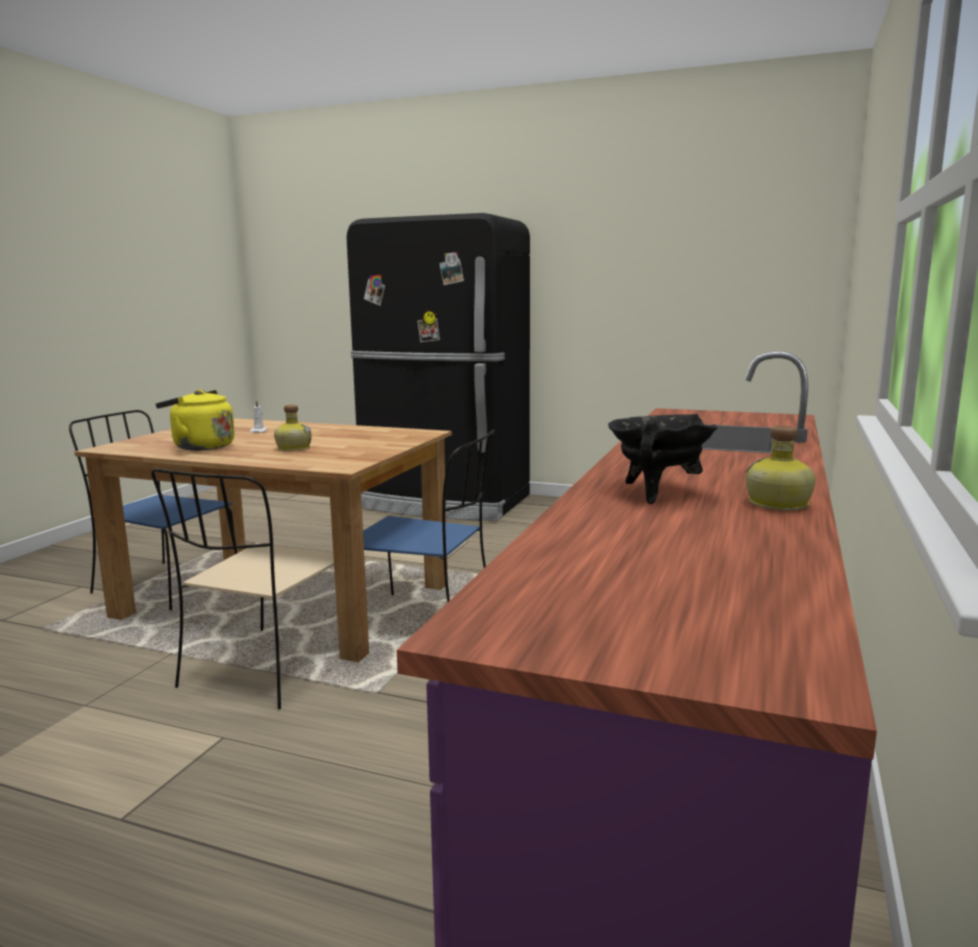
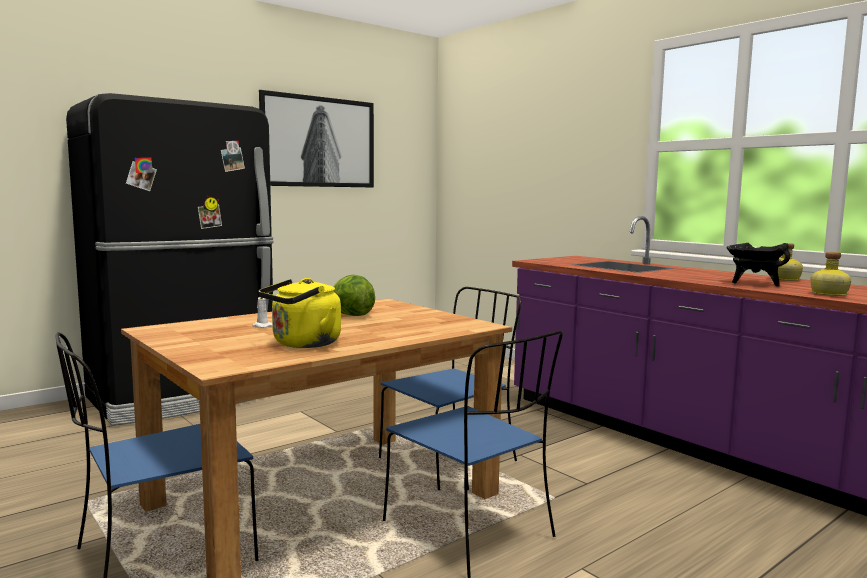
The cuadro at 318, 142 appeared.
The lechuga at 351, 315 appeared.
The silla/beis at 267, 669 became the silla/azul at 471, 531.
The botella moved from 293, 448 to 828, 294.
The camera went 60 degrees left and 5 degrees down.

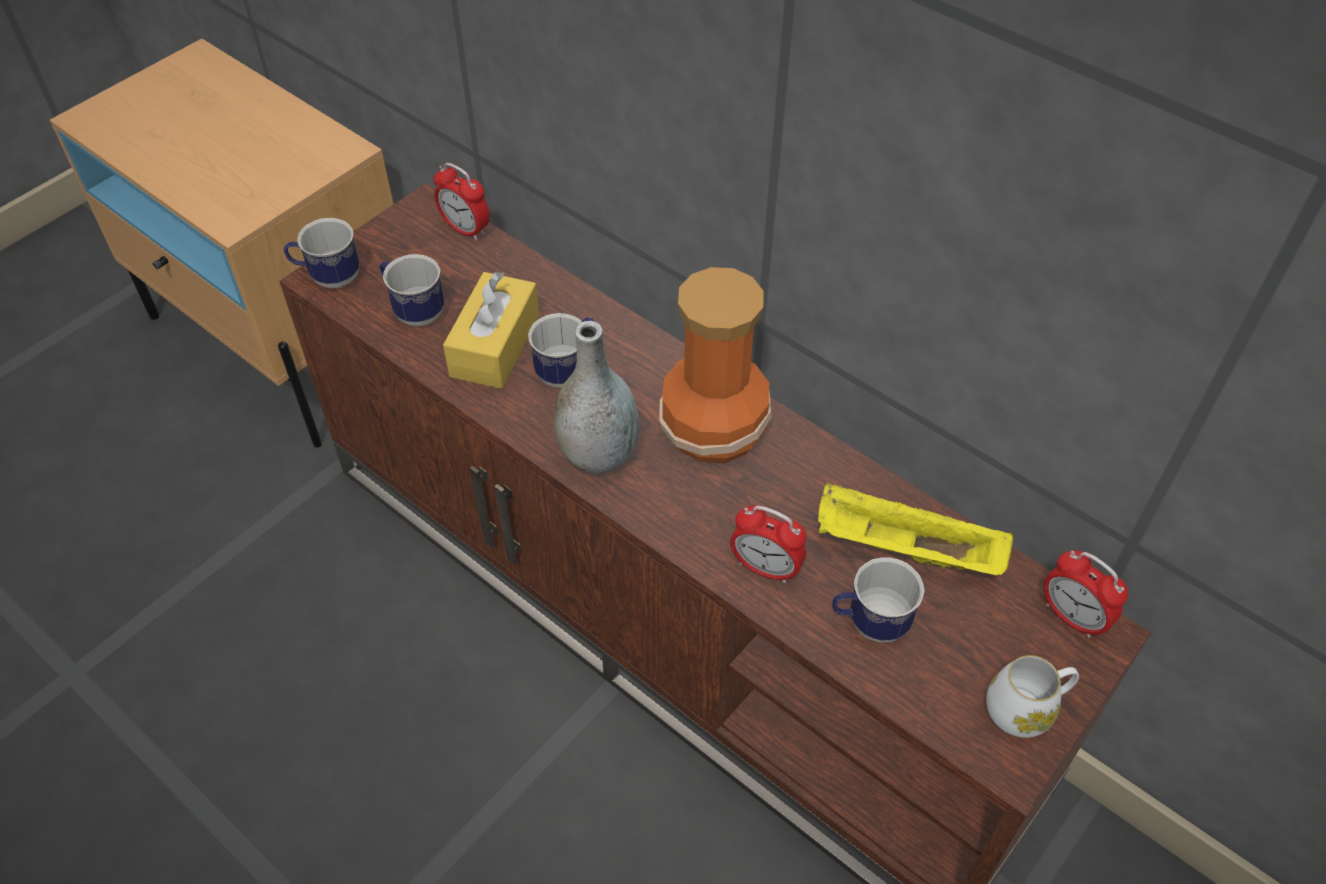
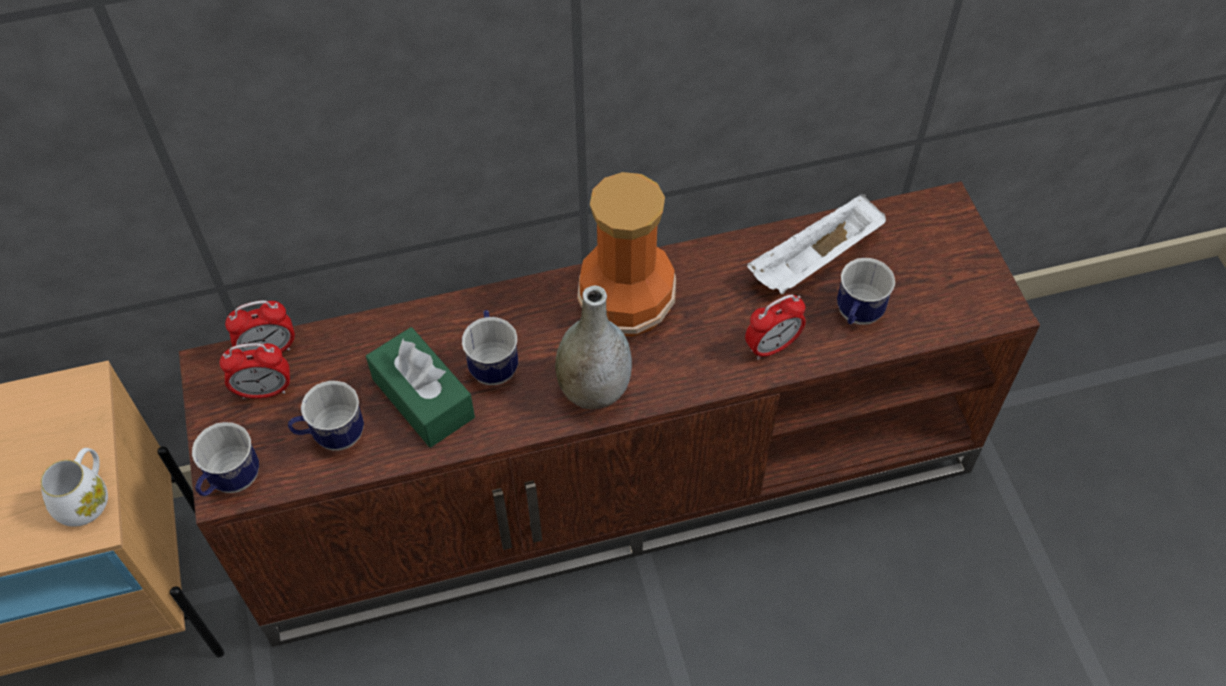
The taza grande/blanco moved from 1026, 709 to 87, 498.
The despertador moved from 1072, 617 to 264, 391.
The caja de pañuelos/amarillo at 495, 345 became the caja de pañuelos/verde at 423, 398.
The bandeja/amarillo at 904, 550 became the bandeja/blanco at 814, 262.
The camera went 55 degrees left and 5 degrees up.

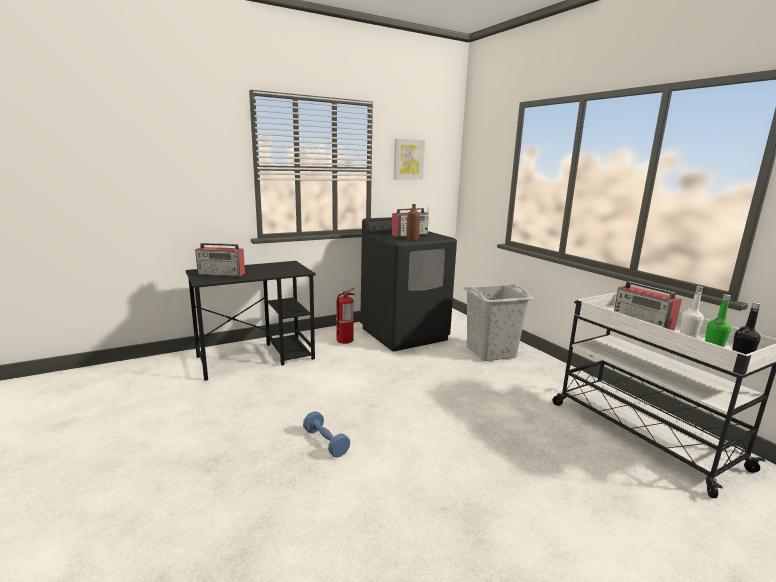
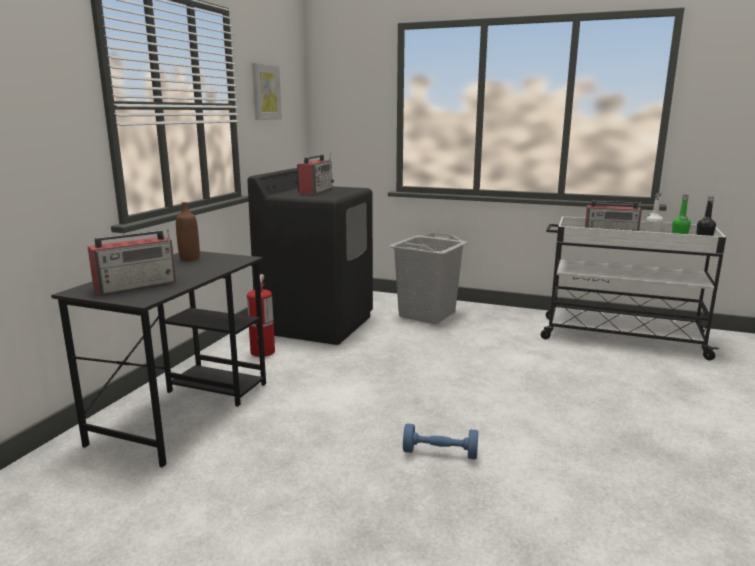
The botella/marrón moved from 412, 239 to 189, 258.
The camera went 40 degrees left and 0 degrees up.

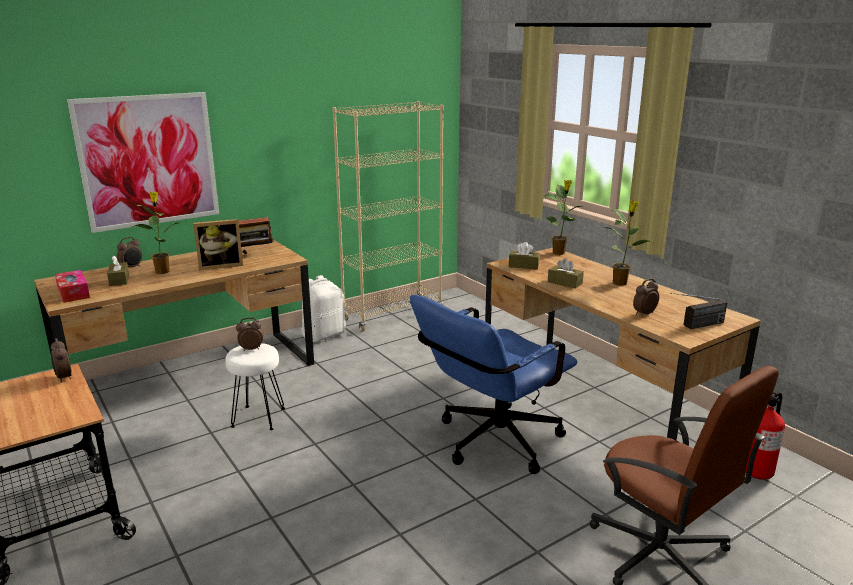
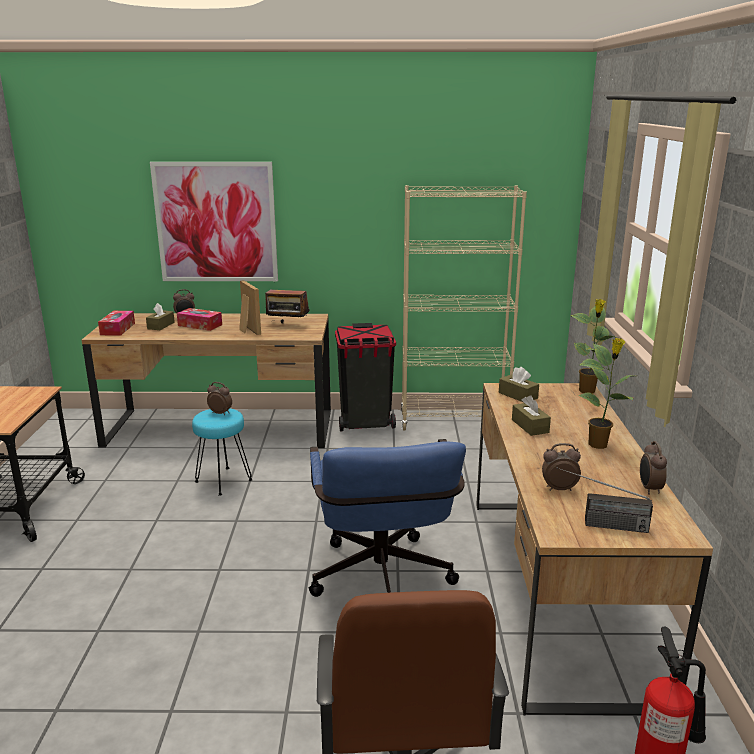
The planta en maceta at 163, 271 was replaced by the caja de pañuelos at 200, 325.
The taburete/blanco at 258, 418 became the taburete/turquesa at 223, 481.
The portarretratos at 220, 265 turned 135 degrees counterclockwise.
The silla de oficina/azul at 491, 443 turned 90 degrees counterclockwise.
The mochila/blanco at 323, 335 was replaced by the papelera/negro at 365, 423.
The despertador moved from 64, 378 to 649, 489.
The camera went 35 degrees right and 0 degrees up.

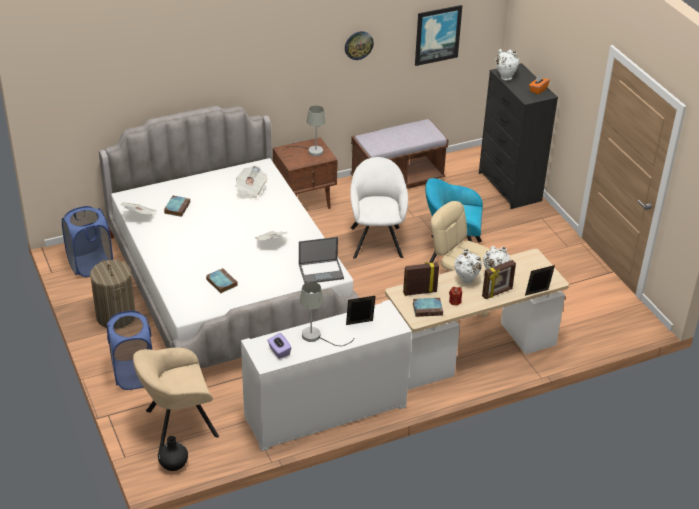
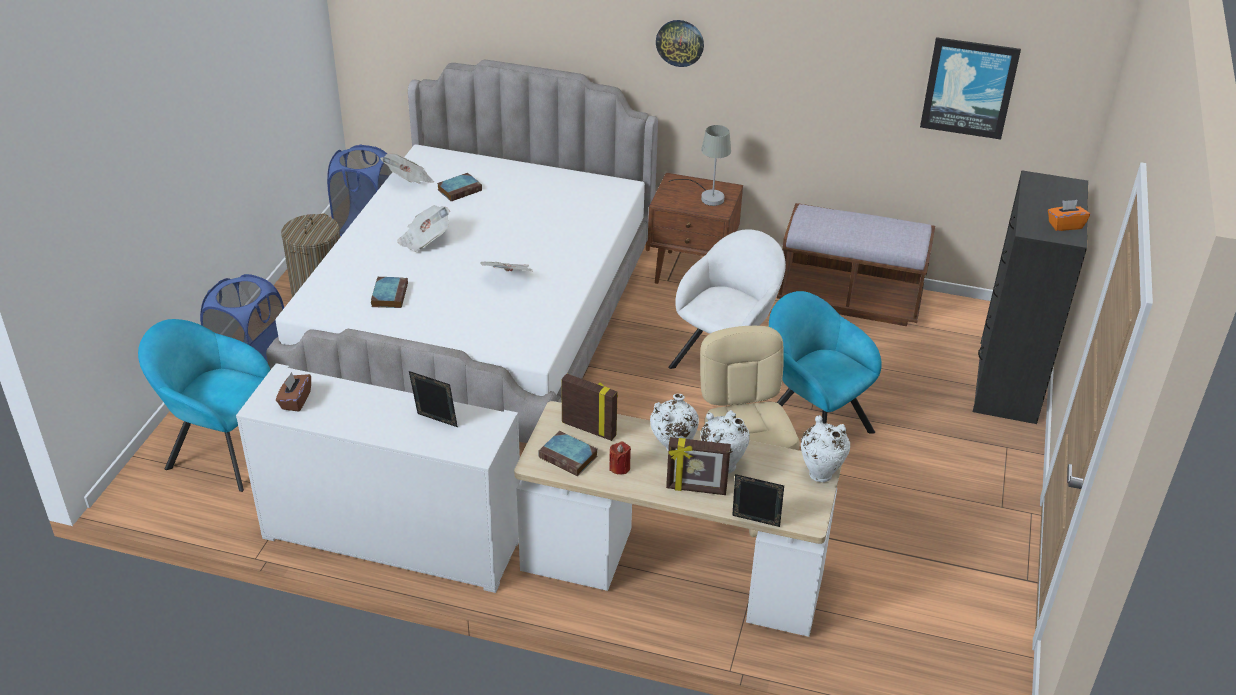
The sillón/beis at 177, 424 became the sillón/turquesa at 221, 450.
The caja de pañuelos/morado at 279, 351 became the caja de pañuelos/marrón at 295, 401.
The periódico moved from 249, 190 to 424, 240.
The reloj de pared moved from 358, 45 to 680, 42.
The florero/blanco moved from 505, 77 to 820, 473.
The florero/negro at 173, 464 disappeared.
The portátil at 321, 271 disappeared.
The lámpara de mesa/gris at 316, 337 disappeared.
The camera went 40 degrees right and 0 degrees up.

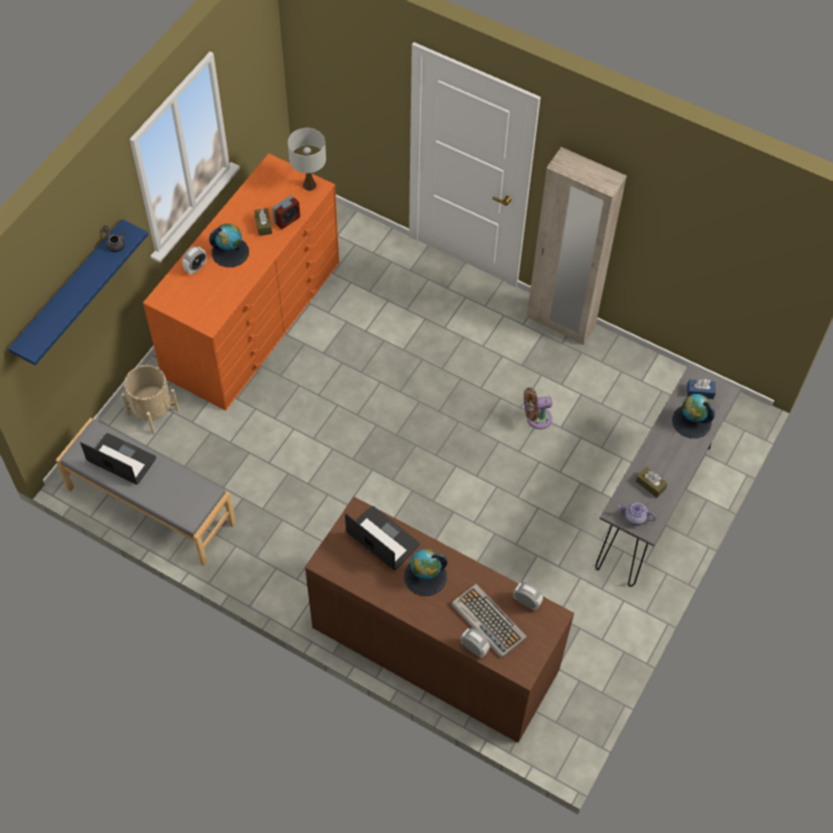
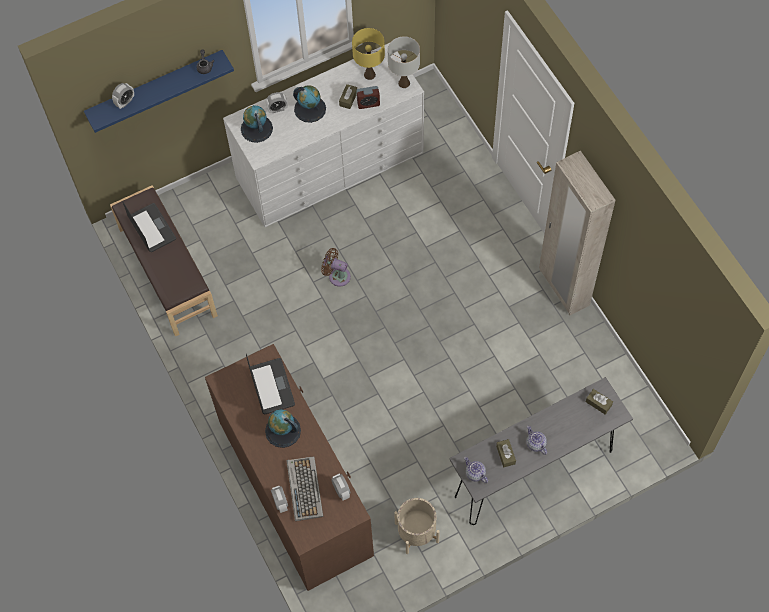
The banco/gris at 150, 507 became the banco/marrón at 166, 272.
The despertador at 125, 102 appeared.
The cómoda/naranja at 253, 318 became the cómoda/blanco at 330, 165.
The globo terráqueo moved from 691, 421 to 256, 129.
The ventilador/marrón moved from 536, 418 to 337, 276.
The lámpara de mesa/amarillo at 369, 75 appeared.
The maceta/beis moved from 153, 412 to 416, 532.
The tetera at 535, 444 appeared.
The caja de pañuelos/azul at 700, 392 became the caja de pañuelos/marrón at 598, 403.
The camera went 35 degrees right and 5 degrees up.

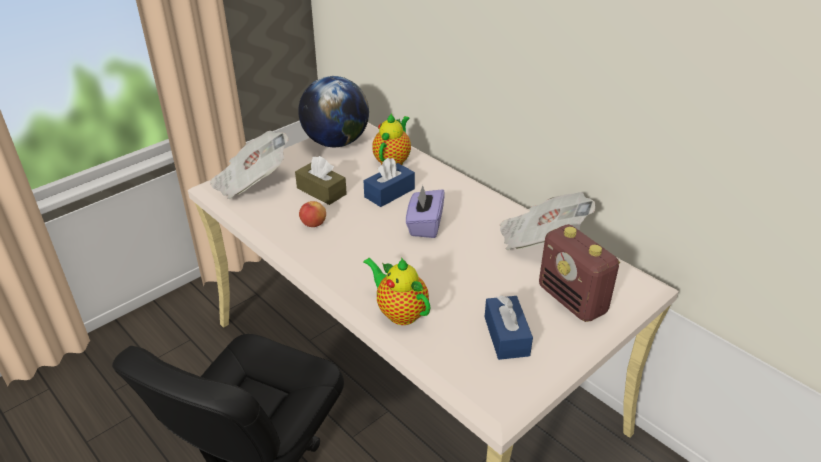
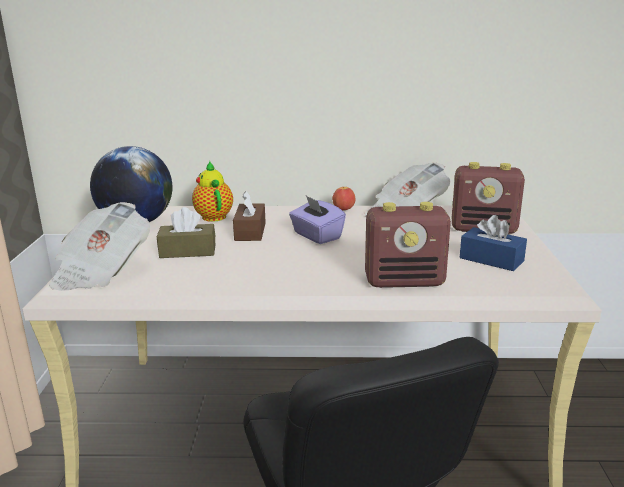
The caja de pañuelos/azul at 389, 193 became the caja de pañuelos/marrón at 250, 231.
The manzana moved from 313, 224 to 343, 209.
The tetera at 399, 312 was replaced by the radio at 405, 282.
The camera went 45 degrees left and 15 degrees down.

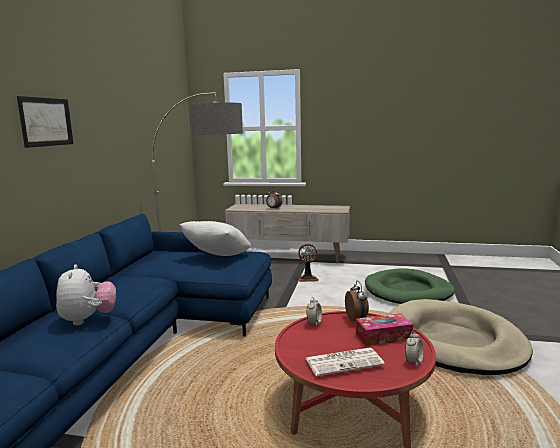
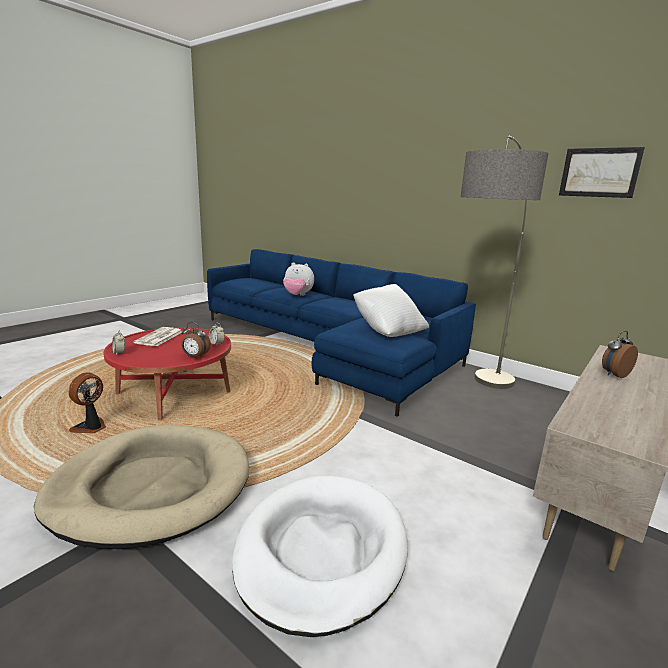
The ventilador moved from 308, 278 to 91, 427.
The cama para perro/verde at 408, 291 became the cama para perro/blanco at 321, 551.
The cuadro moved from 46, 122 to 599, 172.
The caja de pañuelos at 383, 336 disappeared.
The camera went 115 degrees right and 5 degrees up.

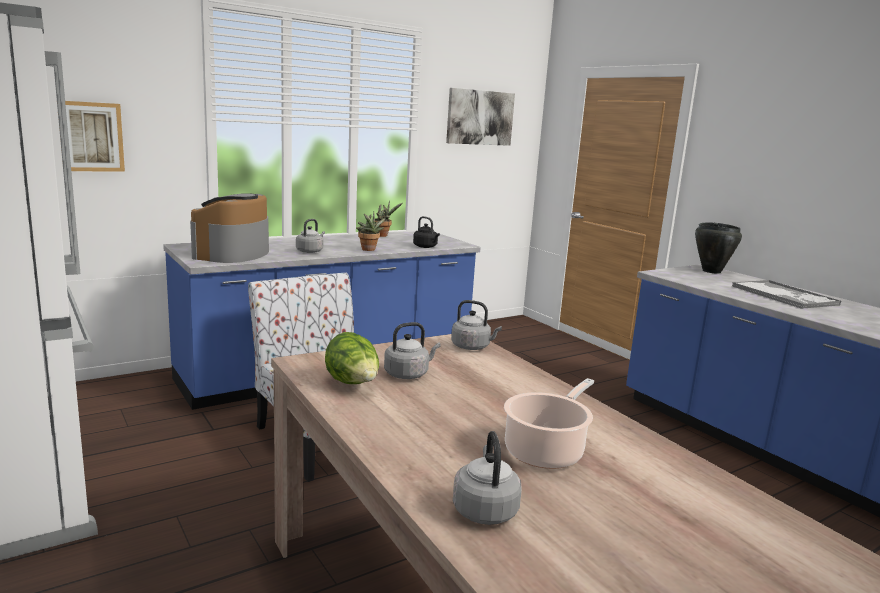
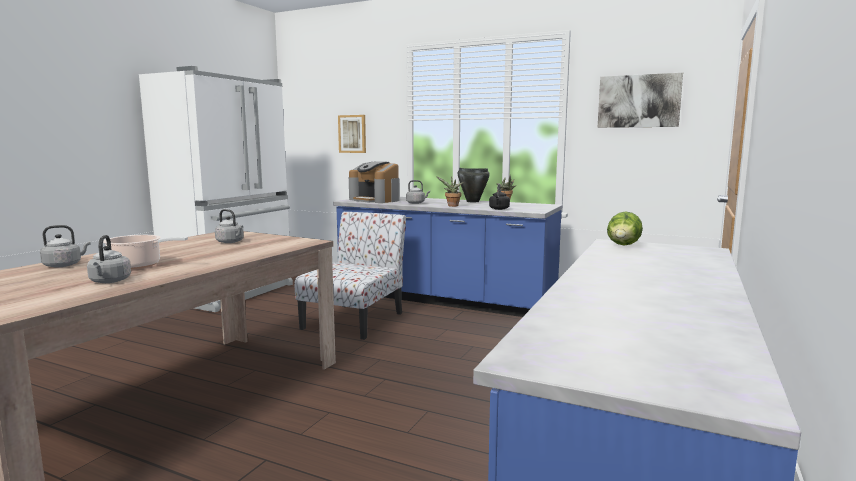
The hervidor/gris moved from 472, 347 to 109, 281.
The cafetera at 233, 254 turned 120 degrees counterclockwise.
The olla/negro moved from 711, 271 to 472, 201.
The lechuga moved from 353, 384 to 623, 246.
The bandeja at 784, 296 disappeared.
The camera went 60 degrees right and 5 degrees down.

